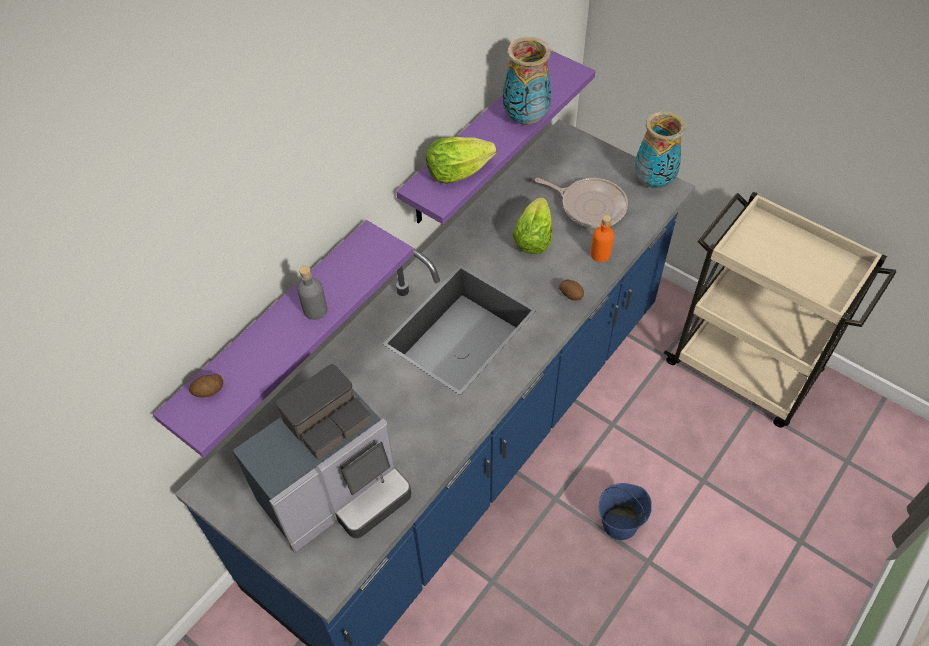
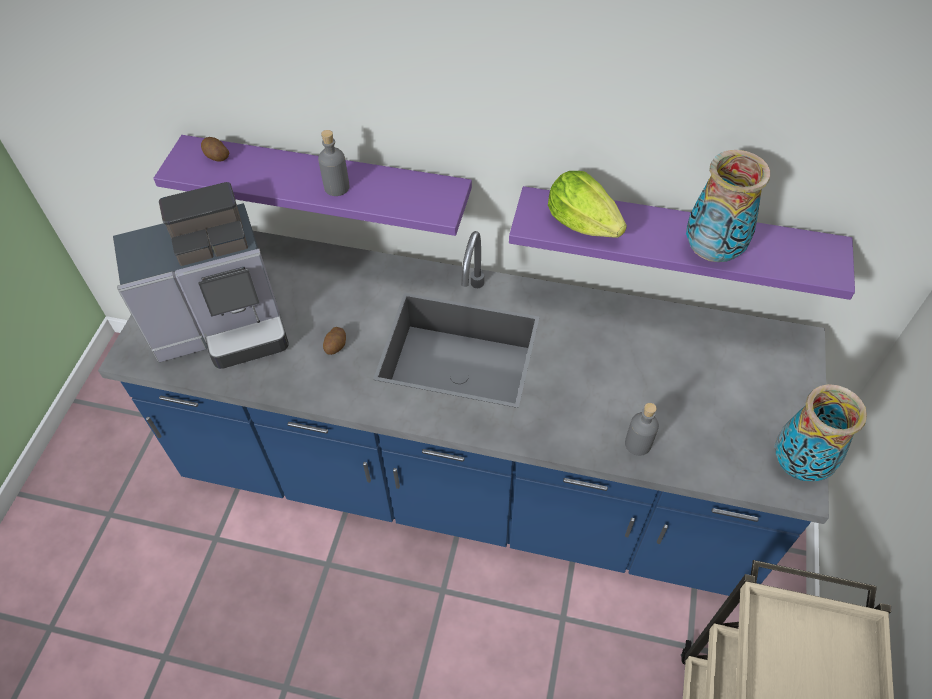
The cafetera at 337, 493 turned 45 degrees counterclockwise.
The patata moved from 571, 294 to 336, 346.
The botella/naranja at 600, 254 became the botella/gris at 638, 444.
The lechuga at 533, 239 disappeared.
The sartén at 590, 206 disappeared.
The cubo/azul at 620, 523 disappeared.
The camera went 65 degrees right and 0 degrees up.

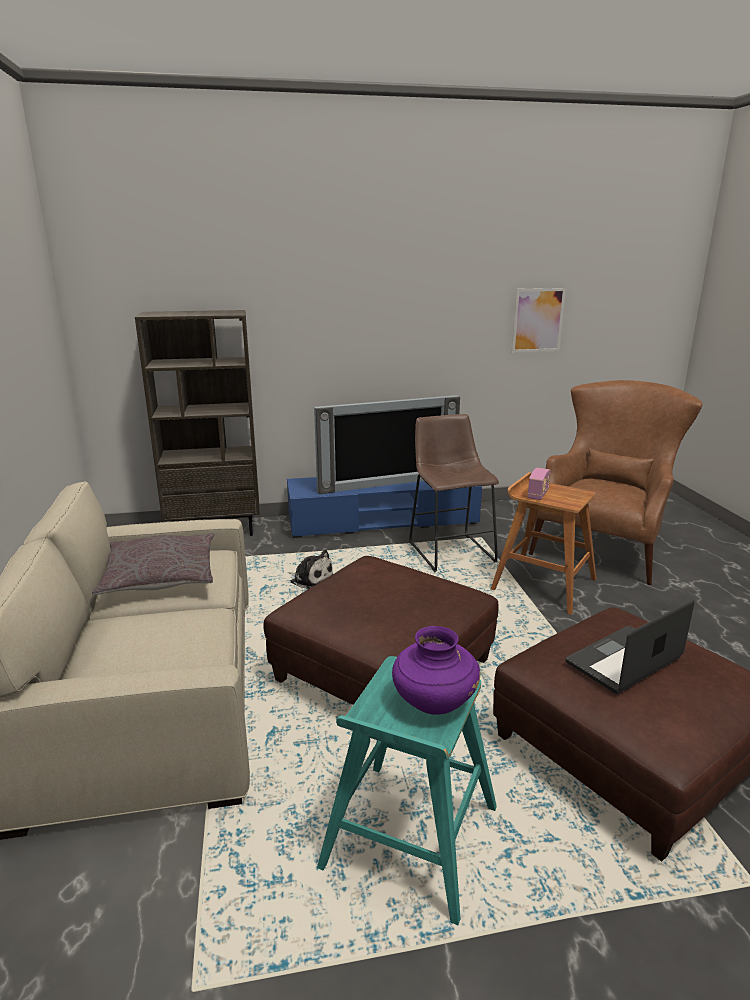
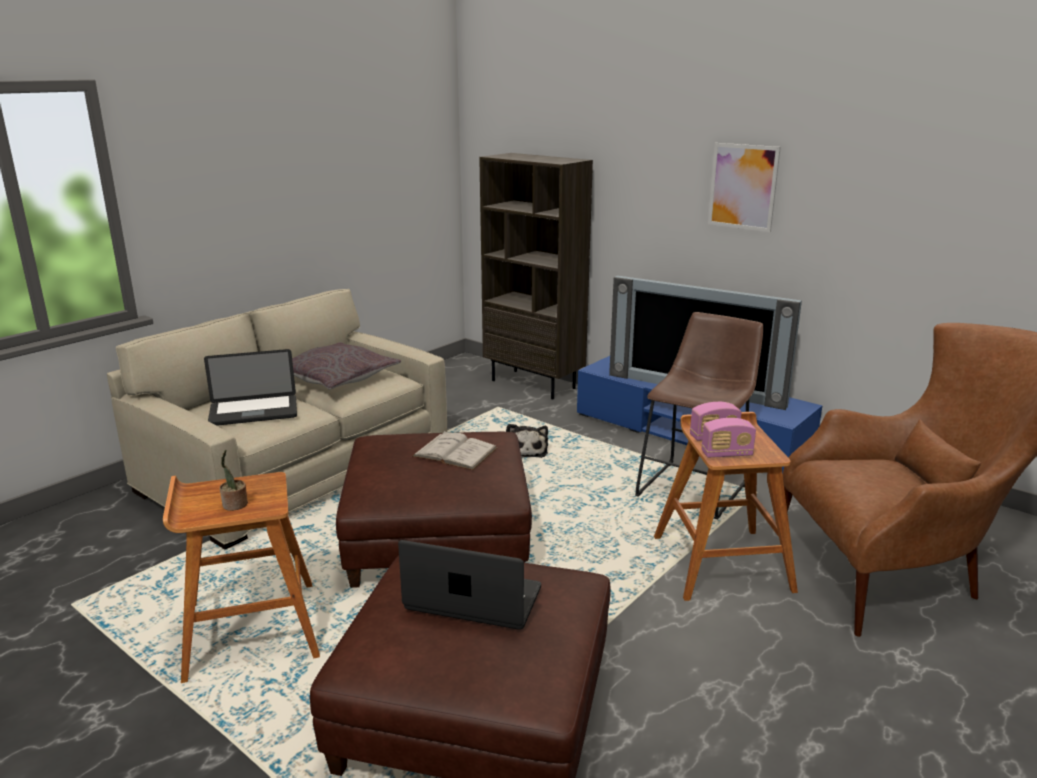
The taburete/turquesa at 410, 839 became the taburete/marrón at 250, 630.
The portátil at 253, 412 appeared.
The florero/morado at 433, 702 was replaced by the planta en maceta at 235, 505.
The libro/blanco at 455, 452 appeared.
The radio at 726, 454 appeared.
The cuadro moved from 538, 320 to 743, 187.
The camera went 50 degrees right and 0 degrees up.

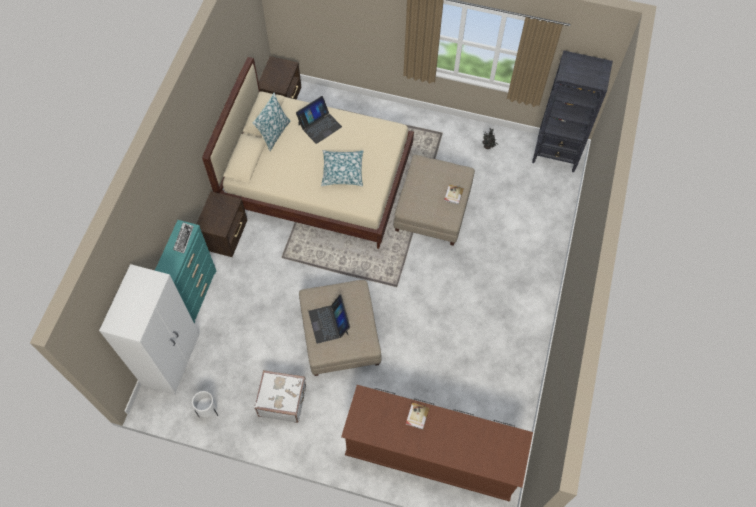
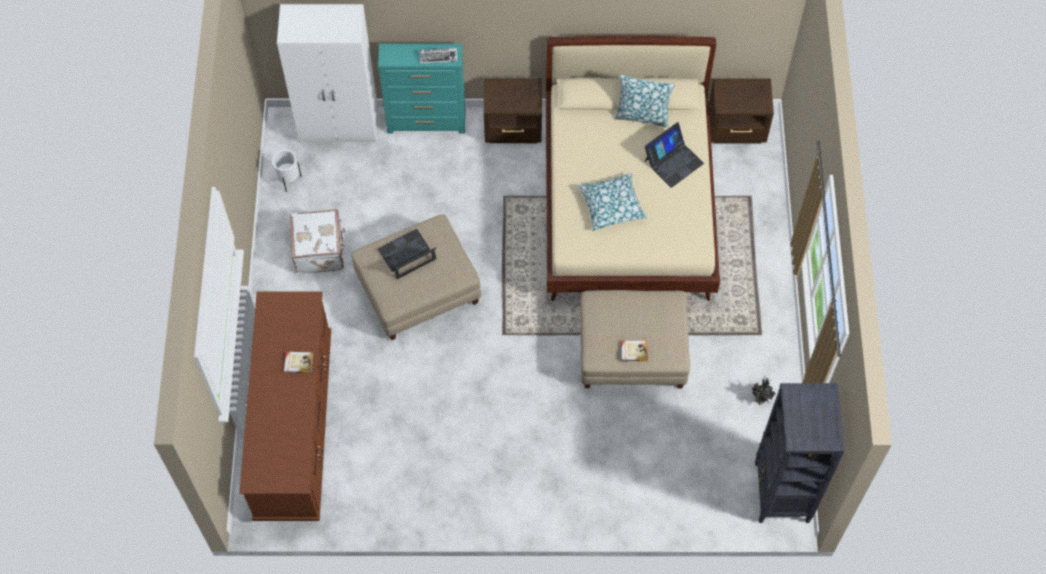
The portátil at 319, 125 turned 75 degrees counterclockwise.
The camera went 75 degrees right and 0 degrees up.

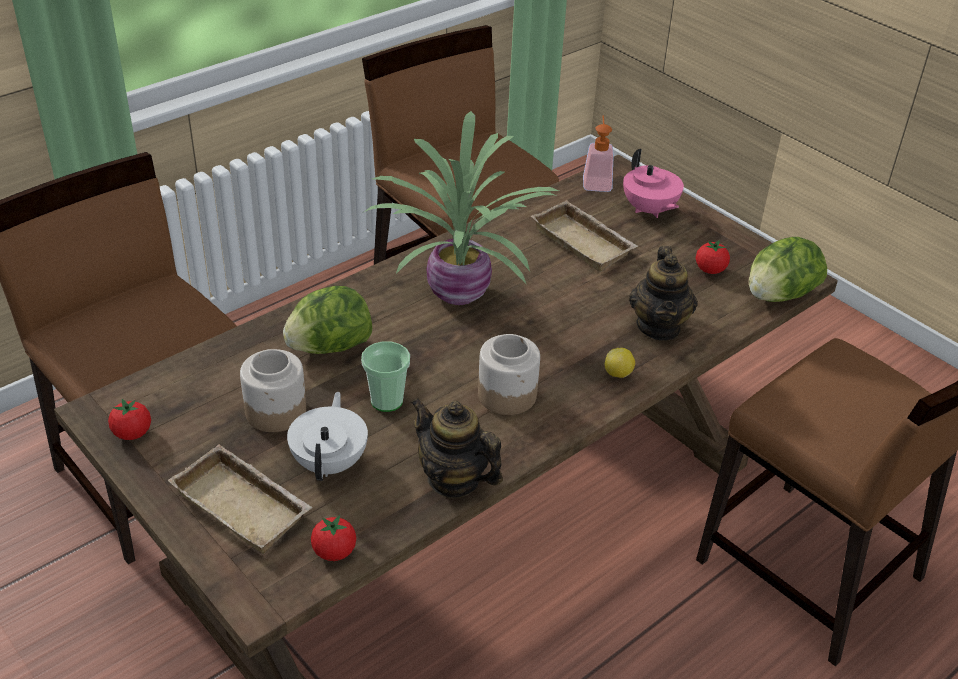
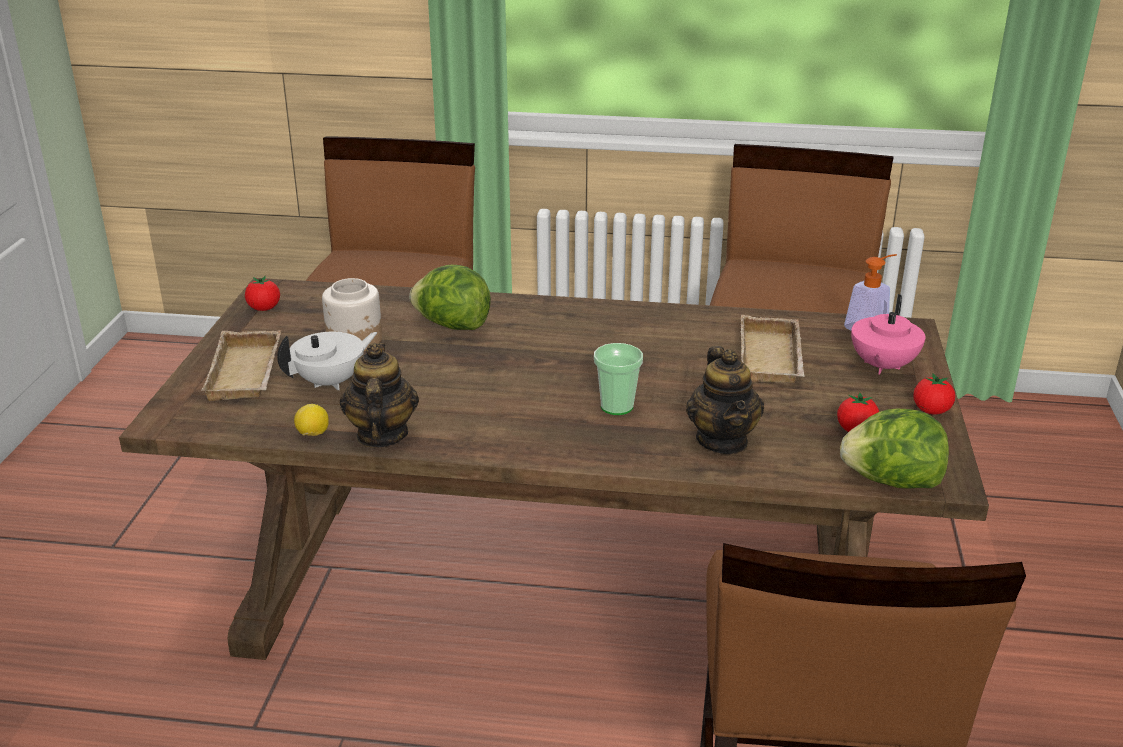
The limón moved from 618, 374 to 313, 434.
The taza moved from 386, 401 to 616, 406.
The tetera at 659, 326 turned 60 degrees counterclockwise.
The tomate moved from 334, 552 to 931, 411.
The planta en maceta at 462, 293 disappeared.
The tarro at 507, 394 disappeared.
The camera went 50 degrees right and 10 degrees down.

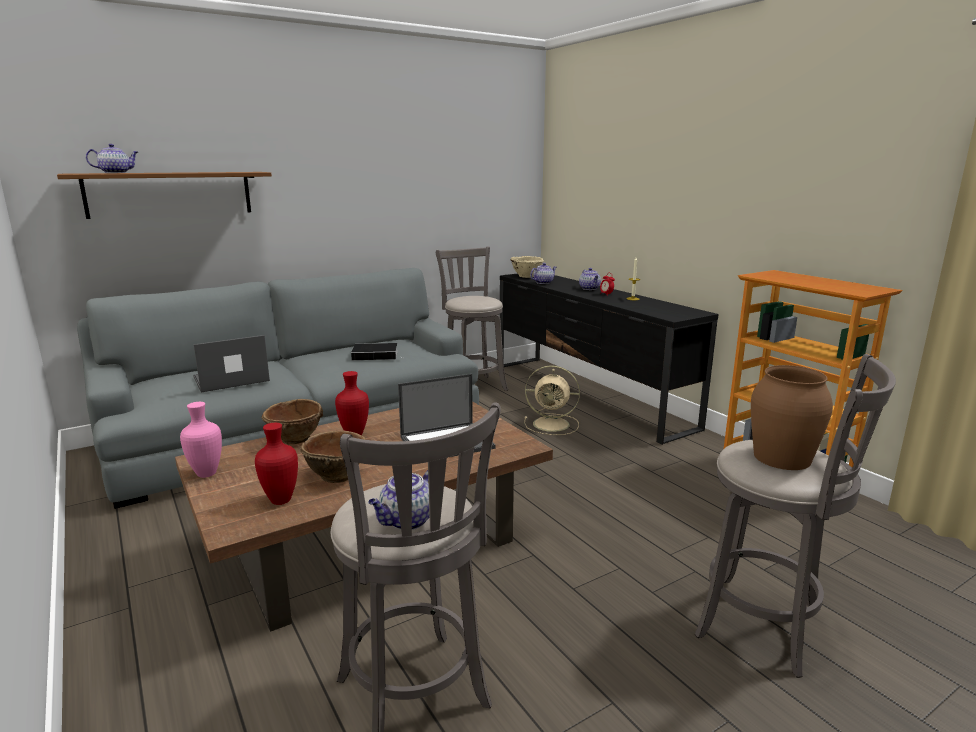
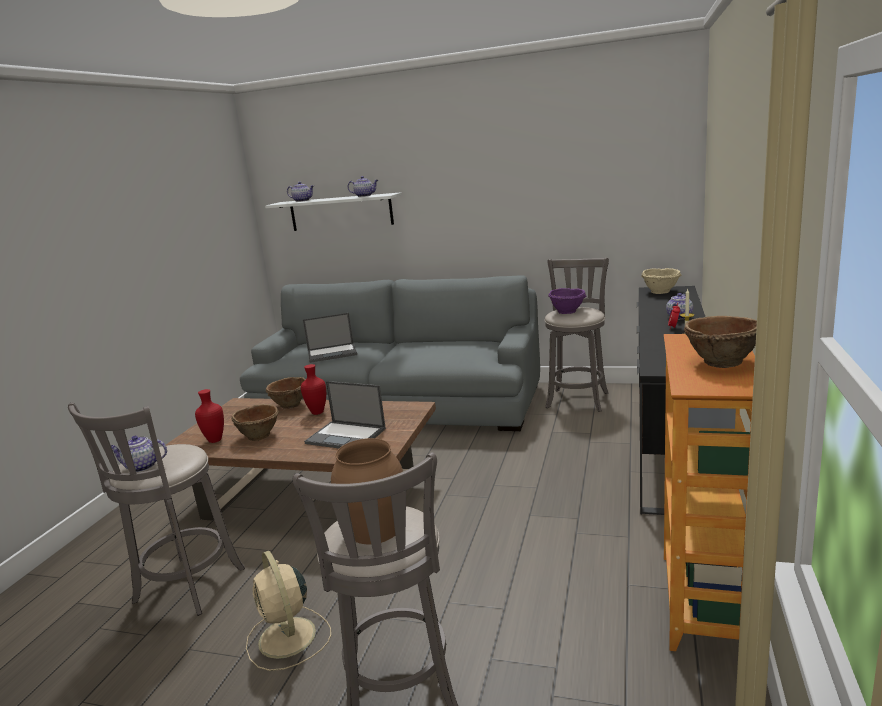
The ventilador/beis moved from 553, 424 to 288, 639.
The estante/marrón at 170, 194 became the estante/blanco at 341, 212.
The portátil at 230, 379 turned 150 degrees clockwise.
The tetera moved from 543, 282 to 365, 196.
The cuenco/morado at 567, 311 appeared.
The cuenco/marrón at 721, 362 appeared.
The florero/rosa at 207, 474 disappeared.
The libro at 376, 355 disappeared.
The camera went 50 degrees right and 0 degrees up.

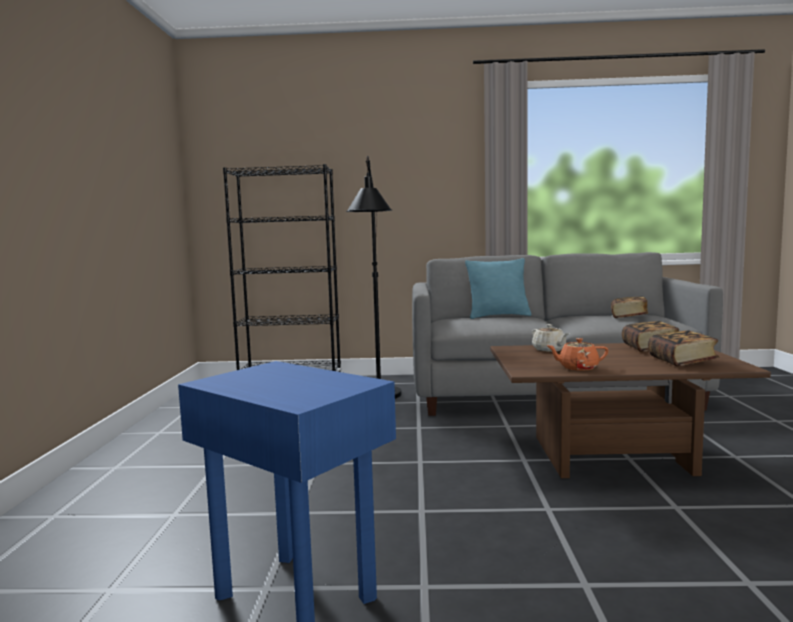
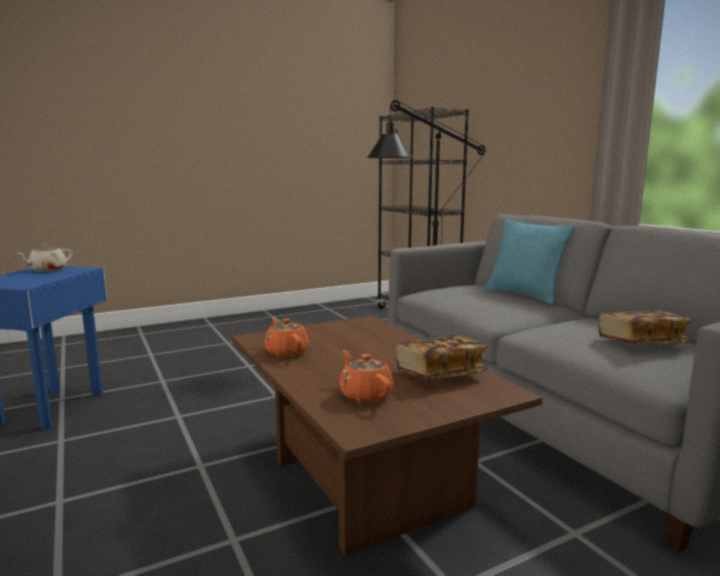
The tetera/beis moved from 549, 350 to 47, 270.
The libro at 682, 361 was replaced by the tetera/naranja at 365, 395.
The camera went 60 degrees right and 5 degrees up.

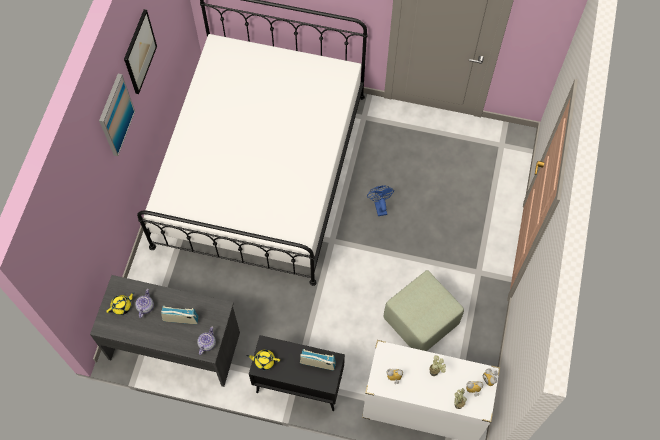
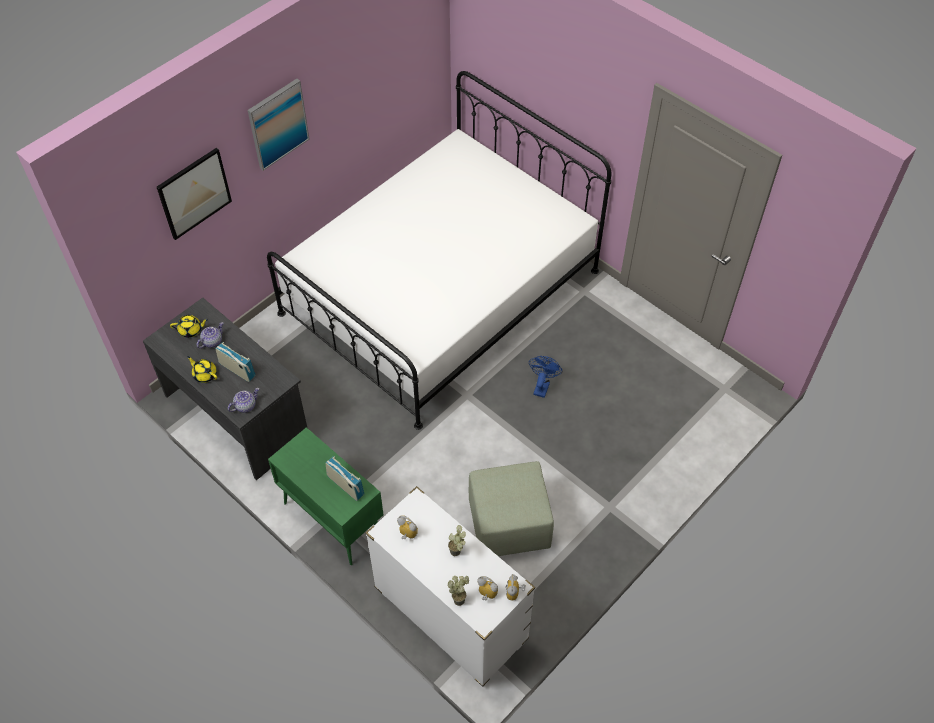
The cuadro moved from 139, 52 to 194, 193.
The tetera/amarillo moved from 264, 361 to 205, 374.
The armario/negro at 298, 385 became the armario/verde at 332, 519.
The camera went 30 degrees right and 10 degrees down.

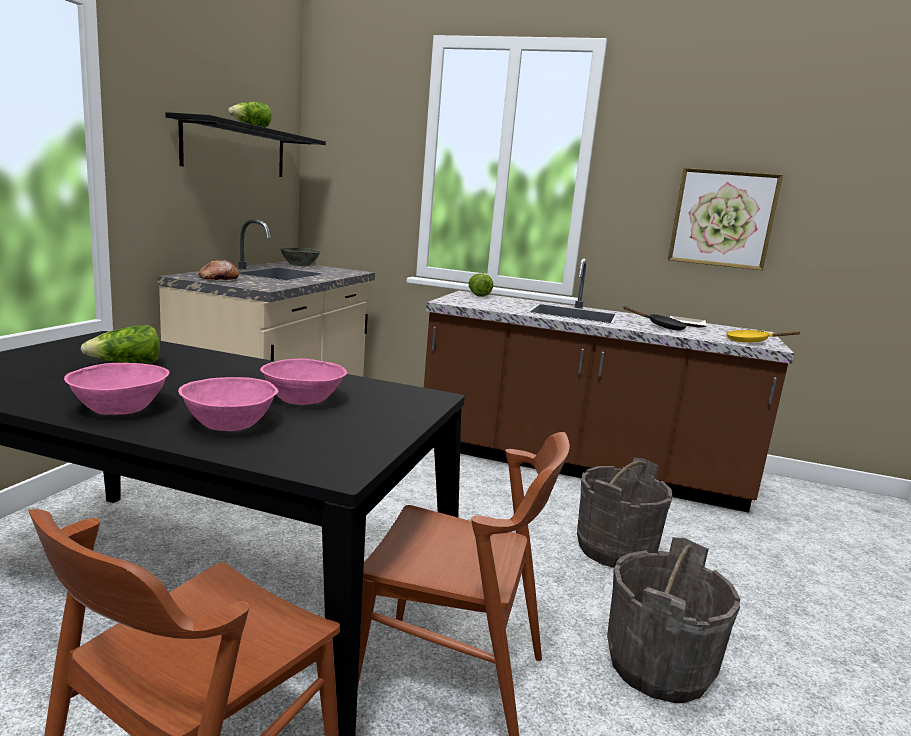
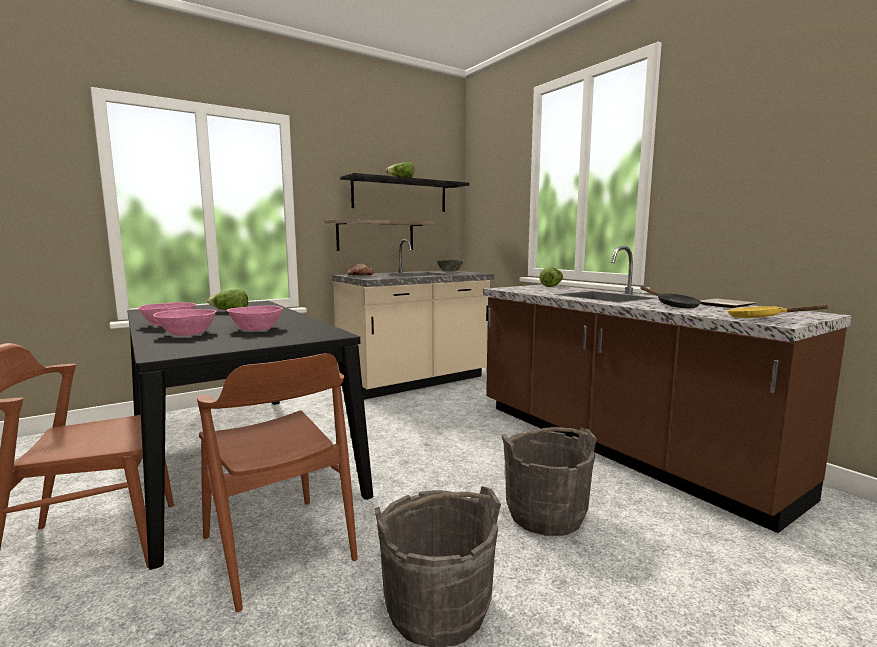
The estante at 376, 236 appeared.
The cuadro at 722, 219 disappeared.
The camera went 40 degrees right and 5 degrees down.

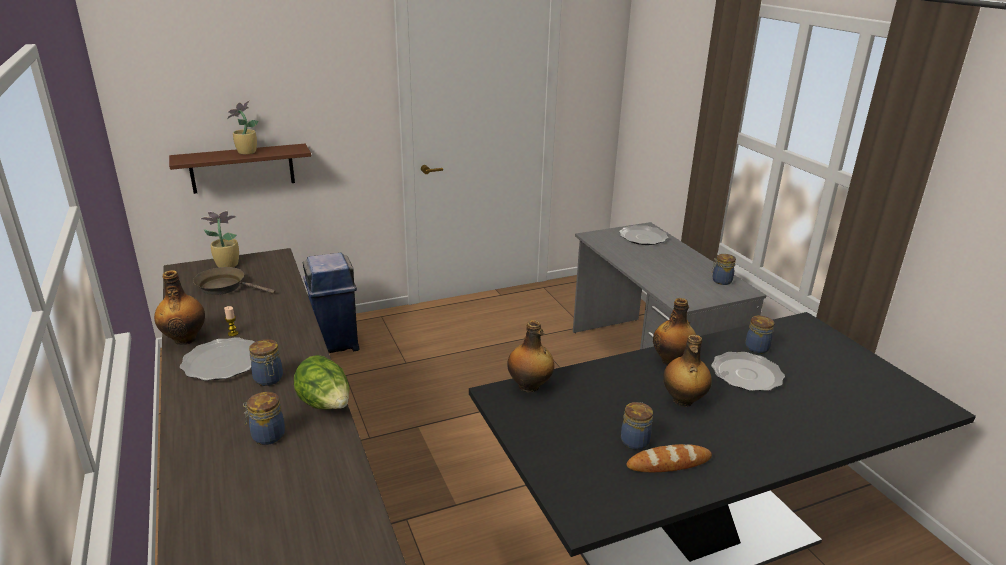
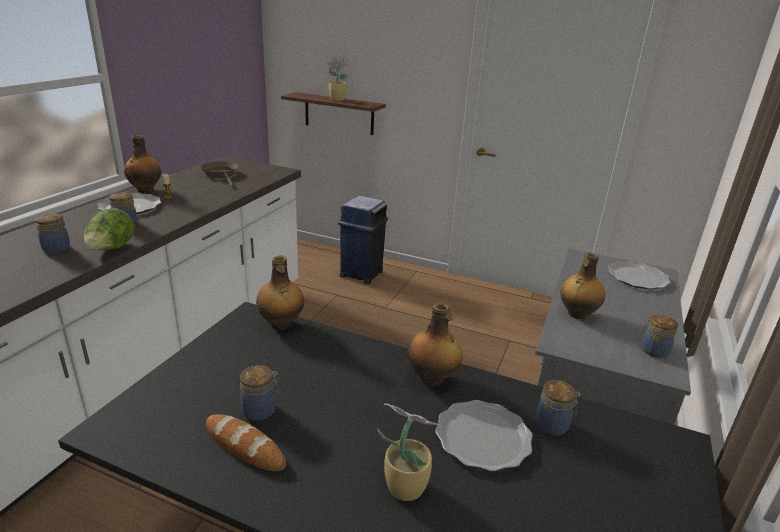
The planta en maceta moved from 226, 265 to 404, 486.
The botella moved from 683, 401 to 577, 314.
The camera went 45 degrees right and 0 degrees up.

